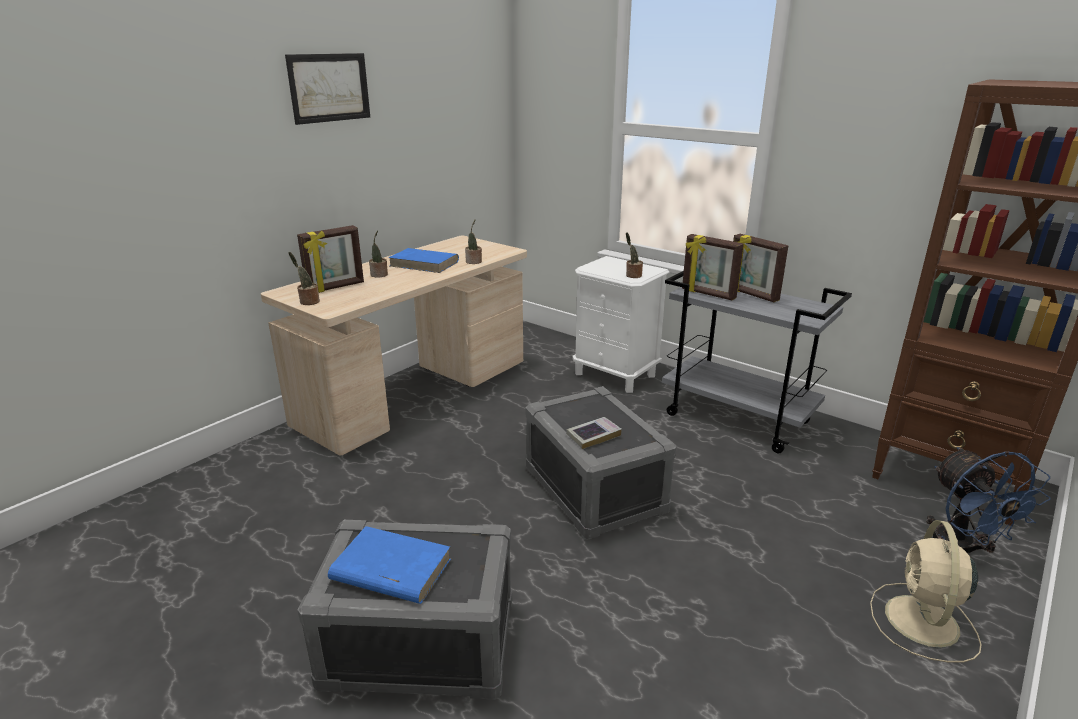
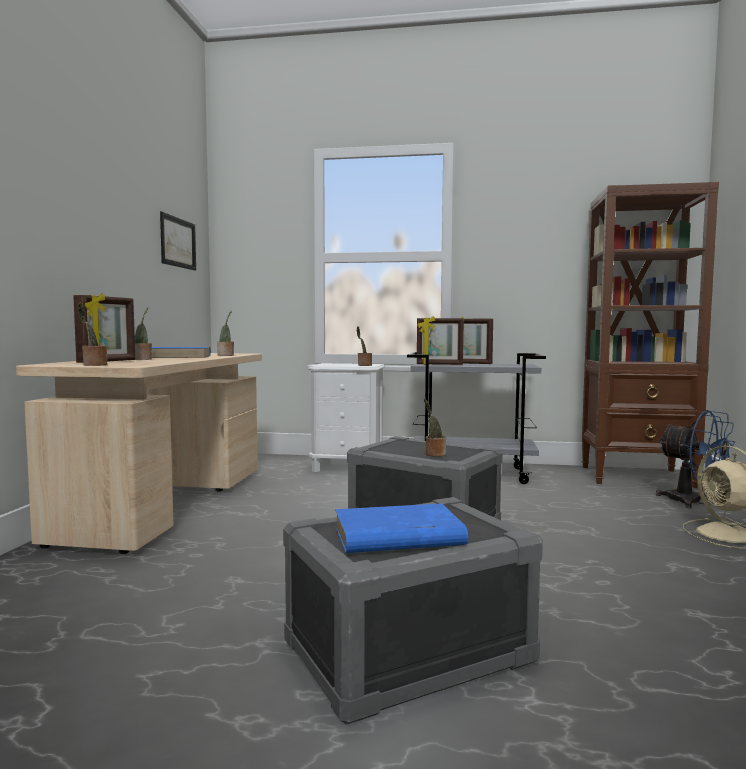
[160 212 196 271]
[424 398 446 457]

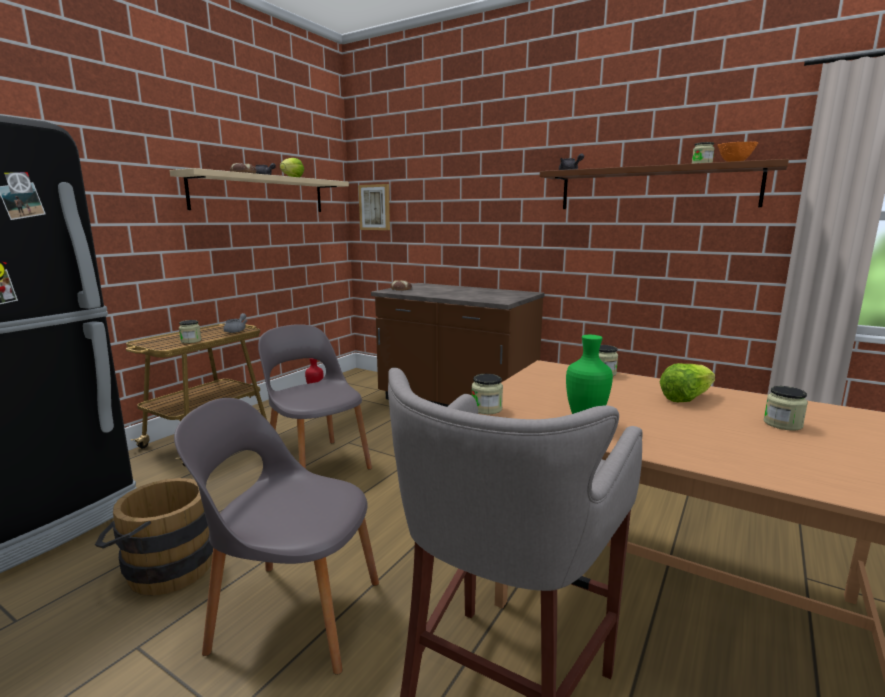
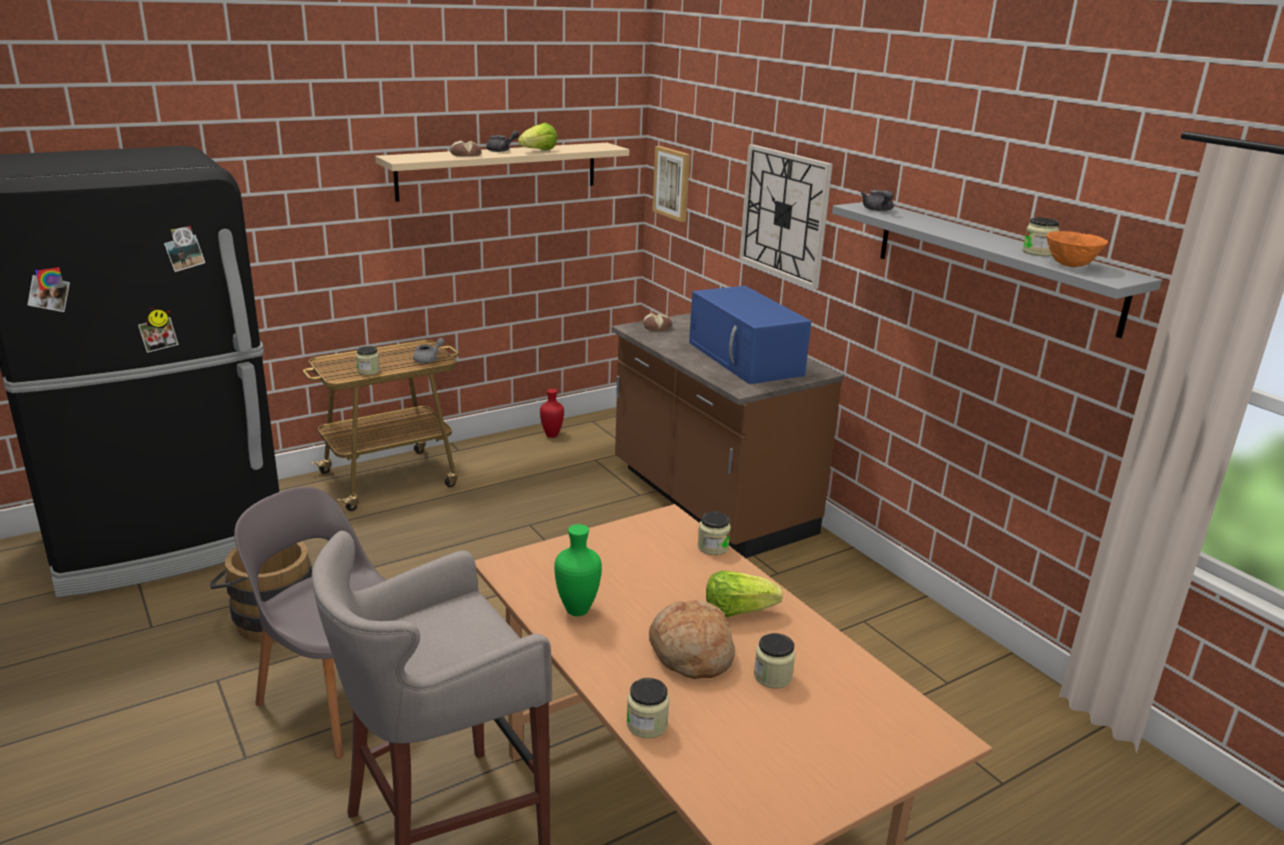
[258 324 372 470] (first image)
[649 600 735 679]
[689 286 811 384]
[739 144 833 289]
[627 678 669 738]
[832 202 1162 338]

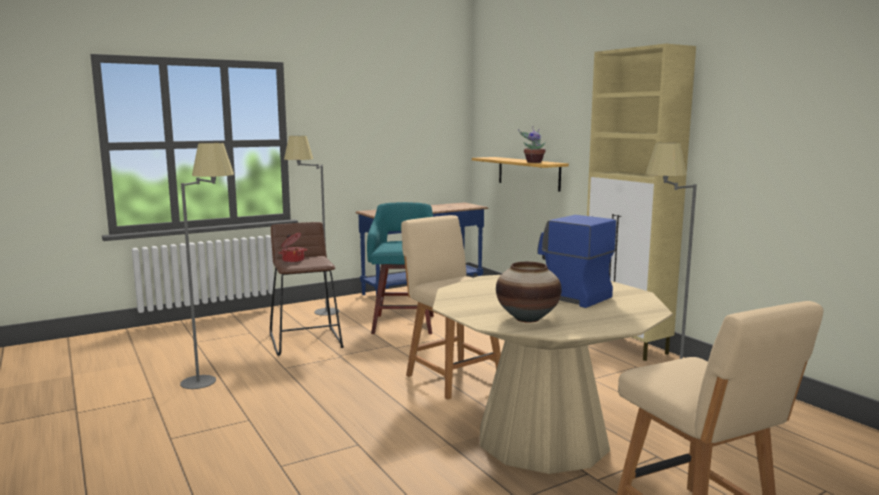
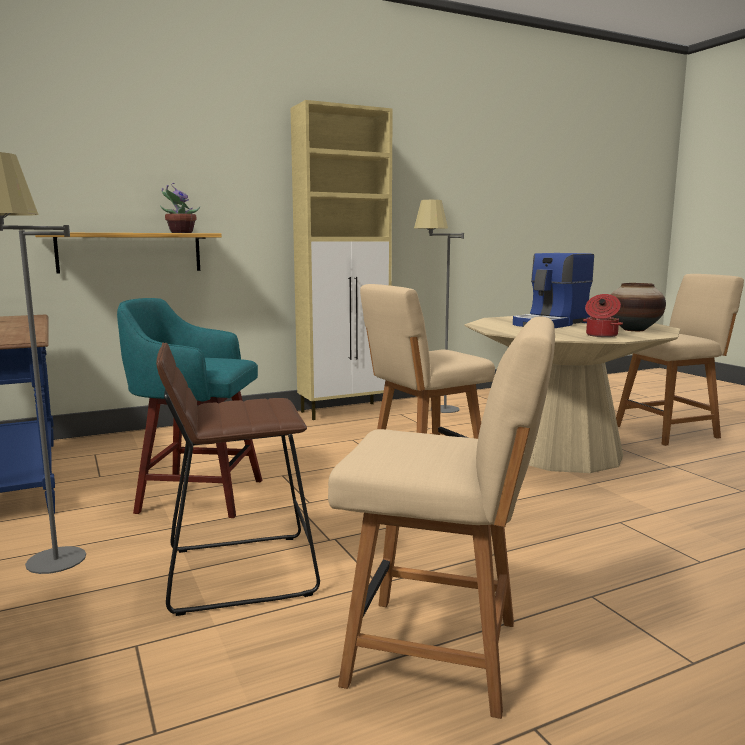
[583 294 623 337]
[328 316 555 719]

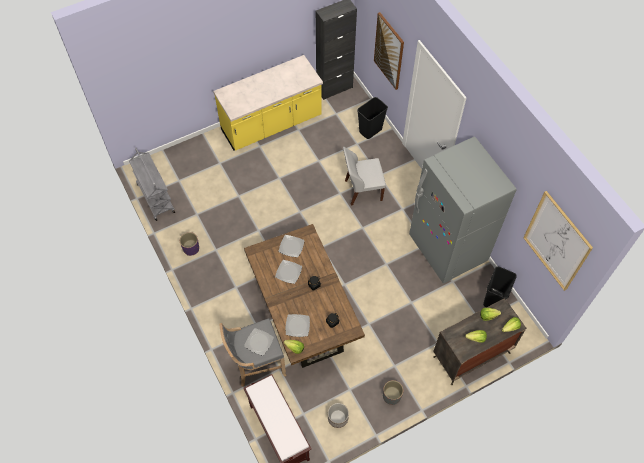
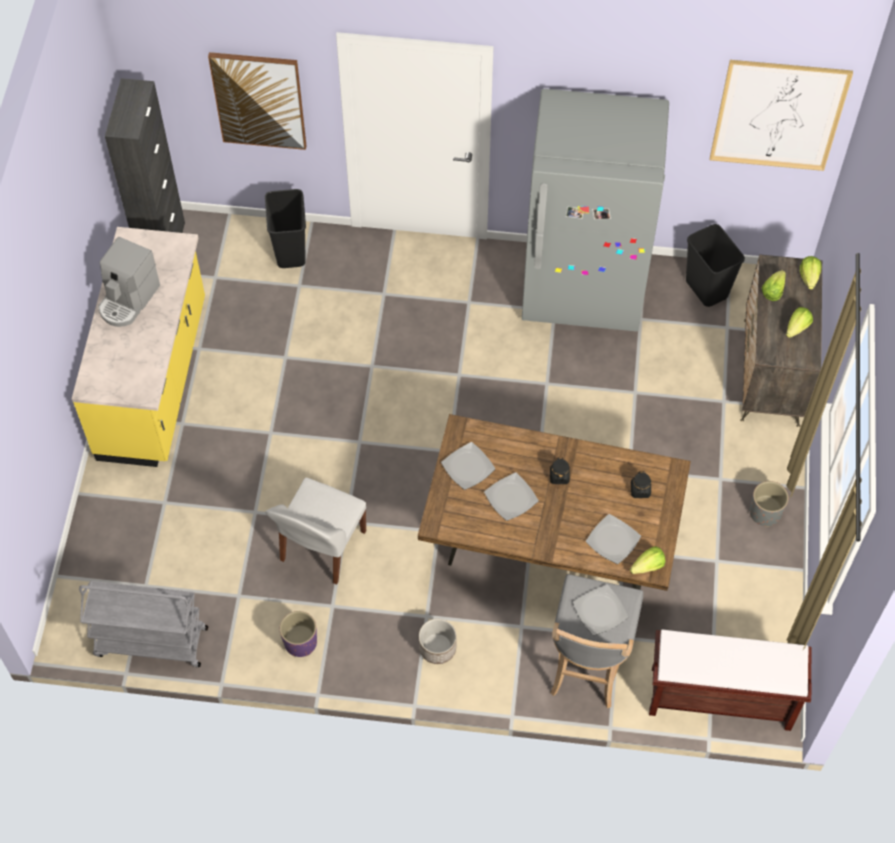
[98 236 160 327]
[419 619 457 664]
[265 477 366 585]

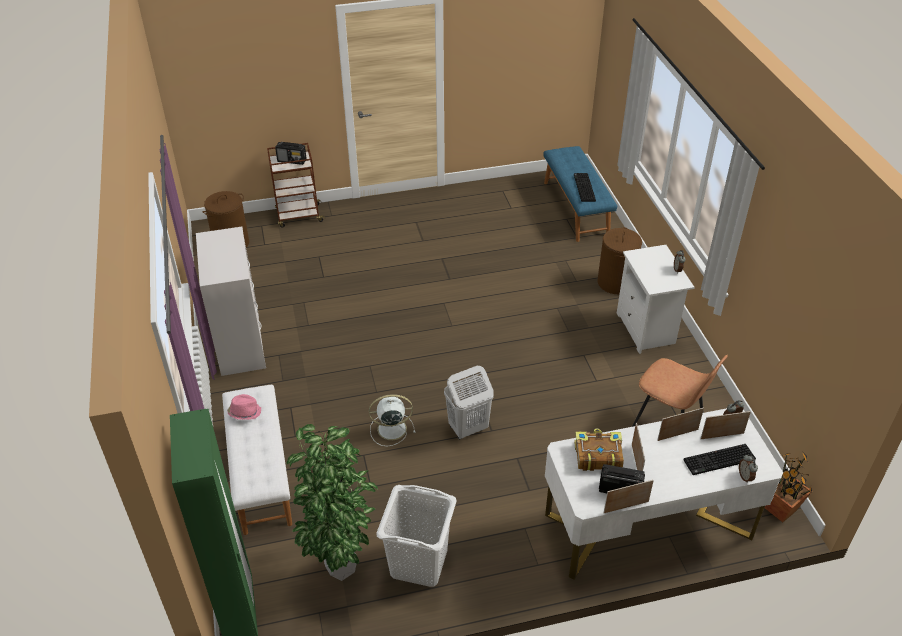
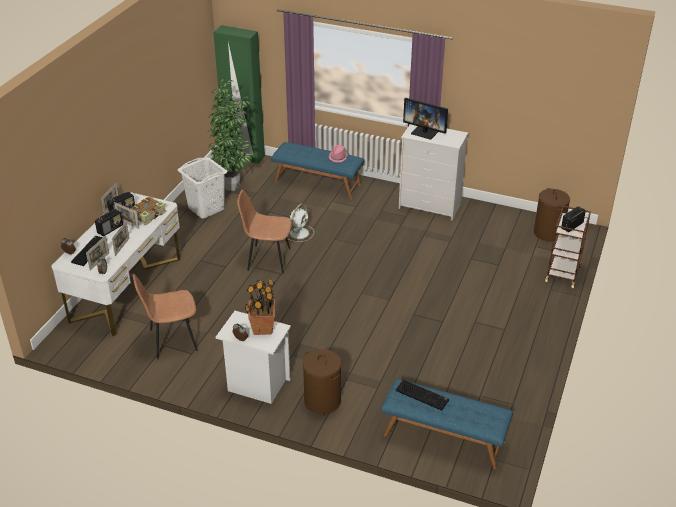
[95 209 123 236]
[403 98 448 140]
[245 278 275 335]
[237 190 292 274]
[271 142 364 200]

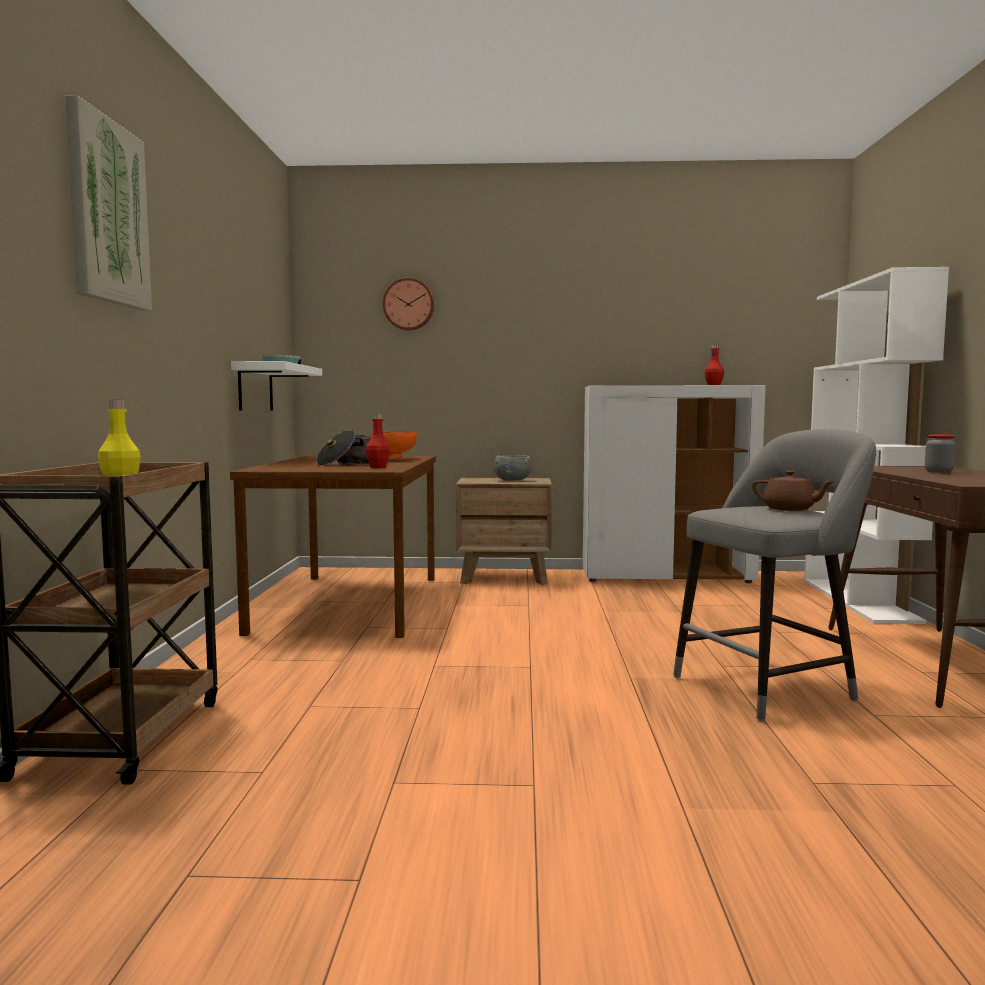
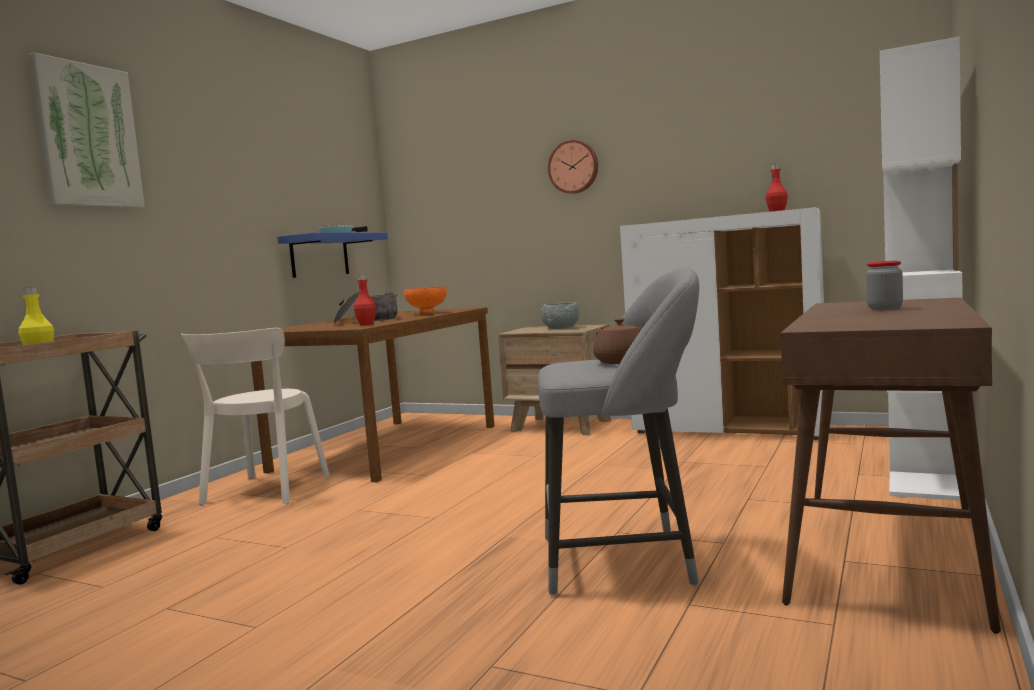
[181 328 330 505]
[548 140 598 194]
[277 232 388 278]

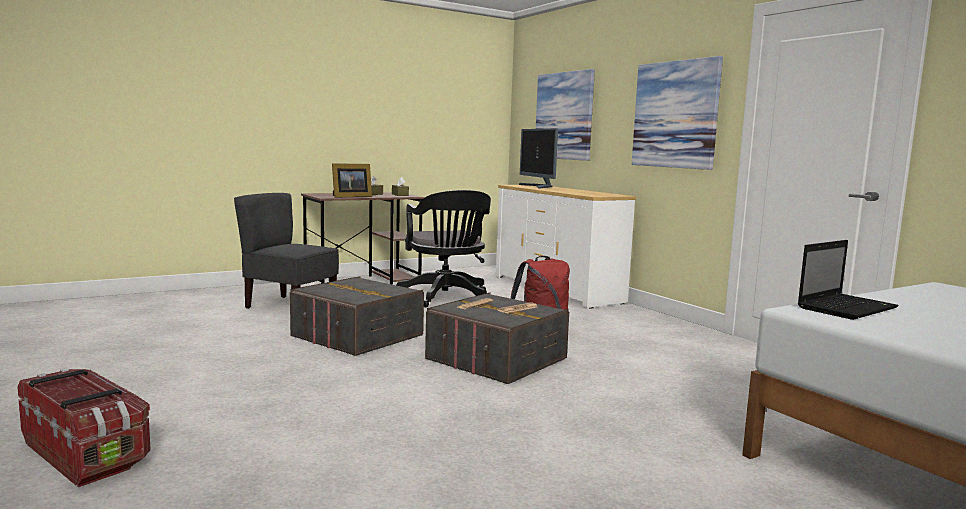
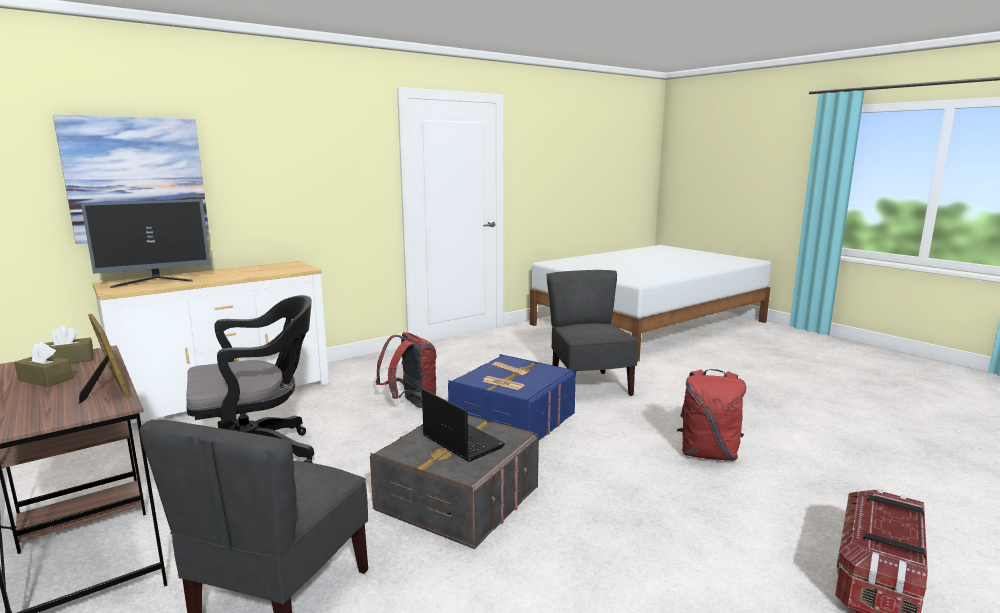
[632 56 723 170] (first image)
[547 270 639 396]
[677 369 746 461]
[422 389 505 462]
[448 354 576 440]

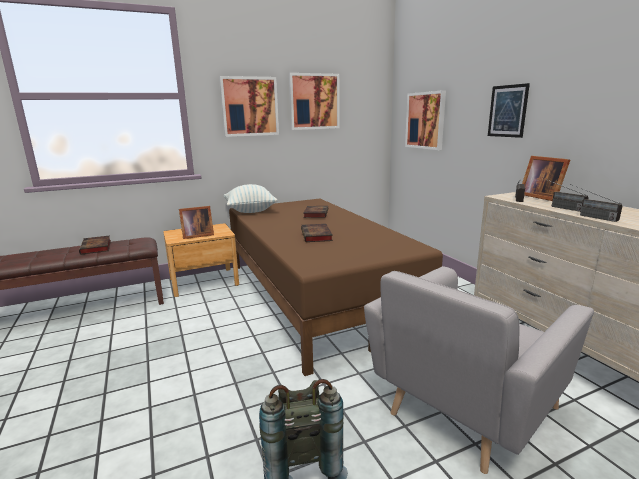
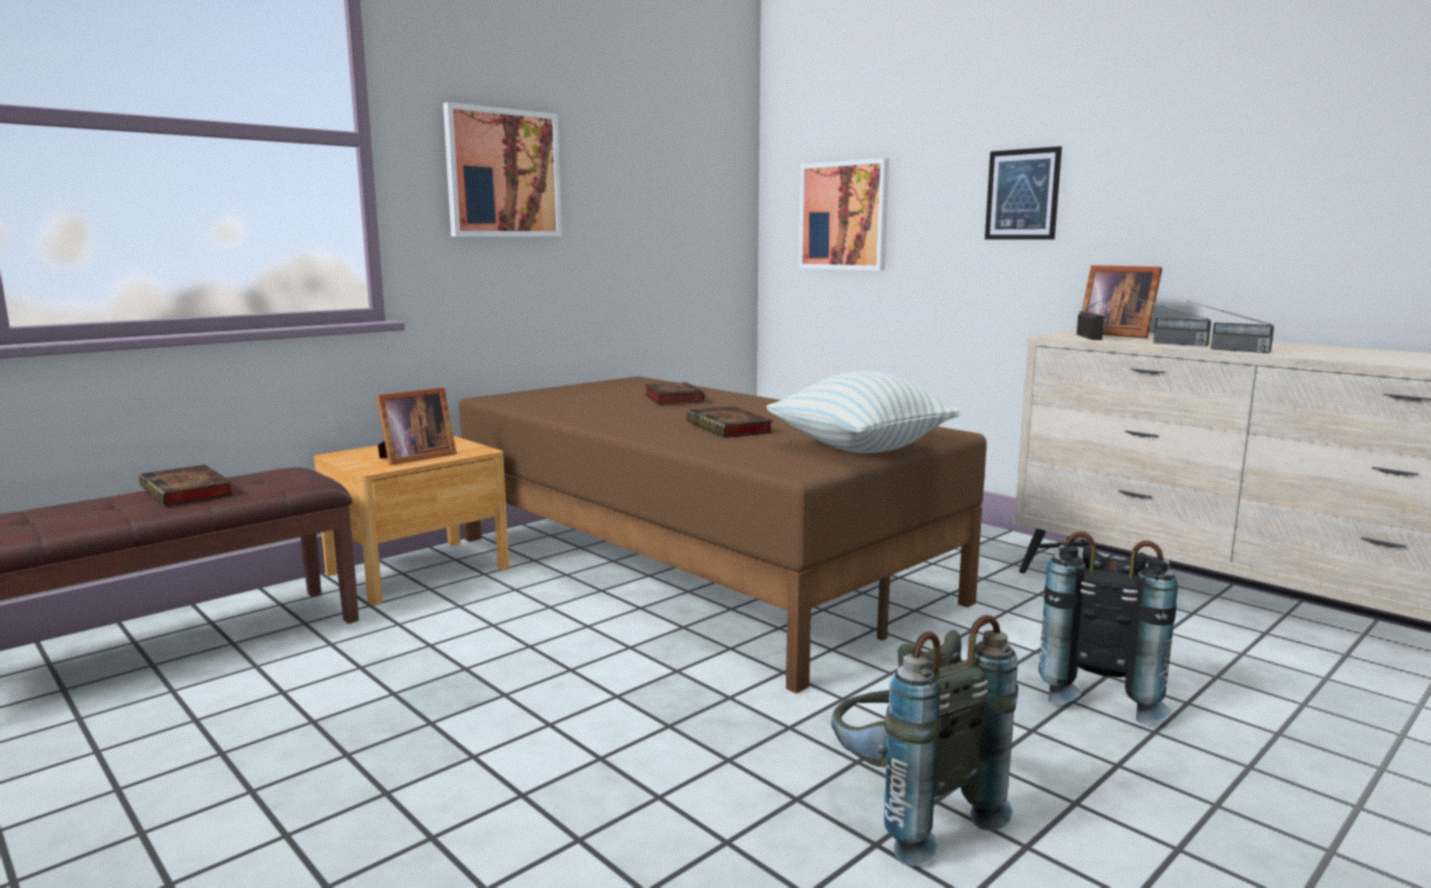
[289 73 340 130] (first image)
[767 371 960 453]
[1039 532 1178 723]

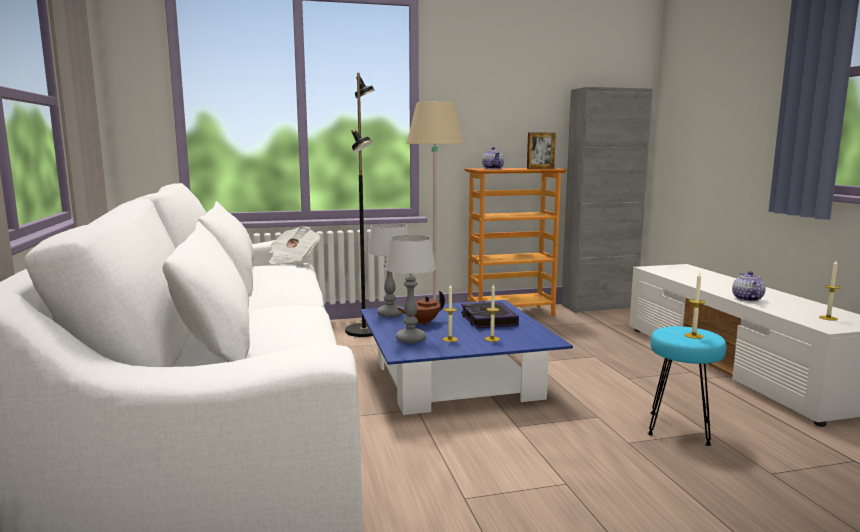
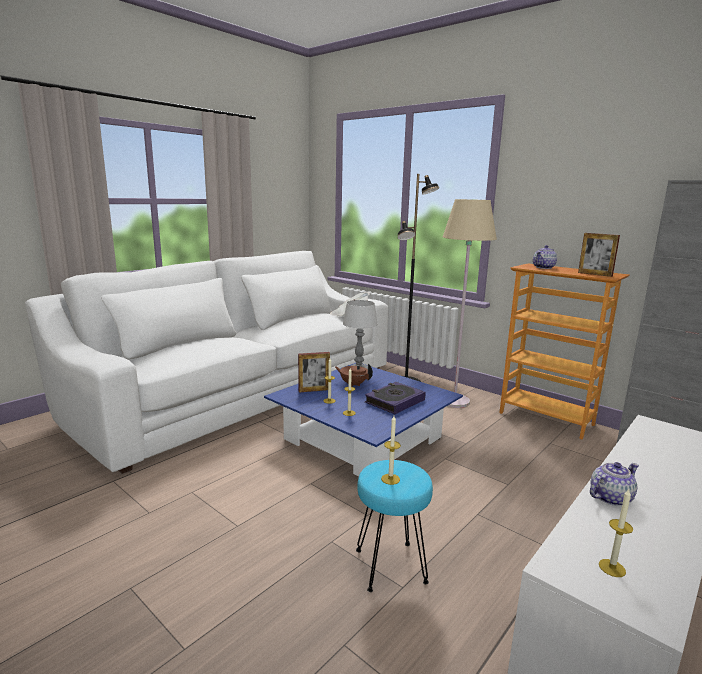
[298 352 330 392]

